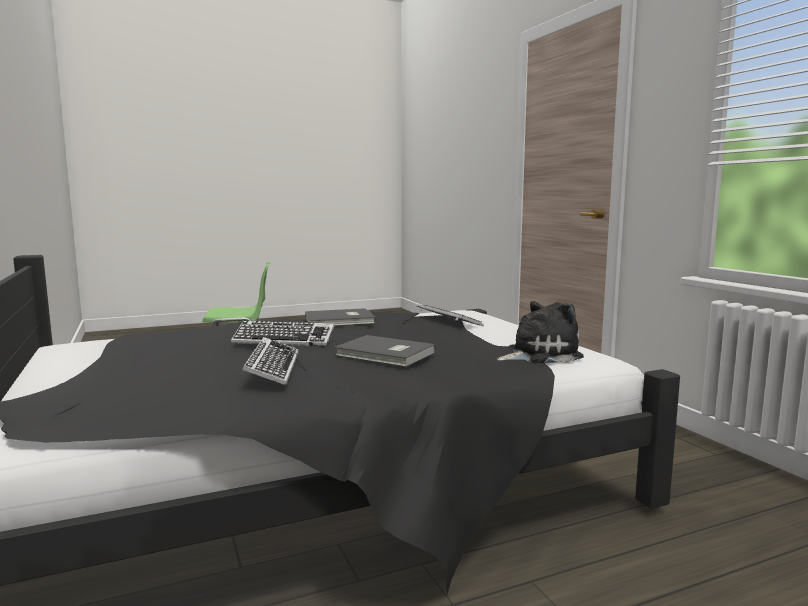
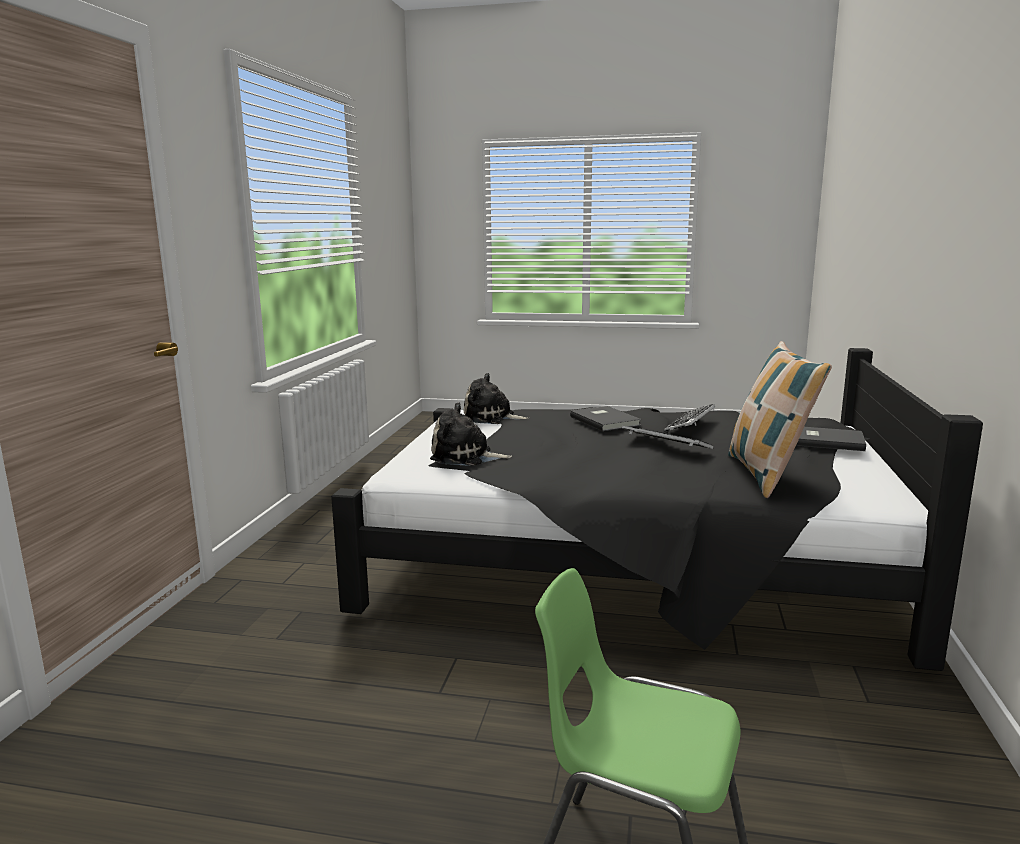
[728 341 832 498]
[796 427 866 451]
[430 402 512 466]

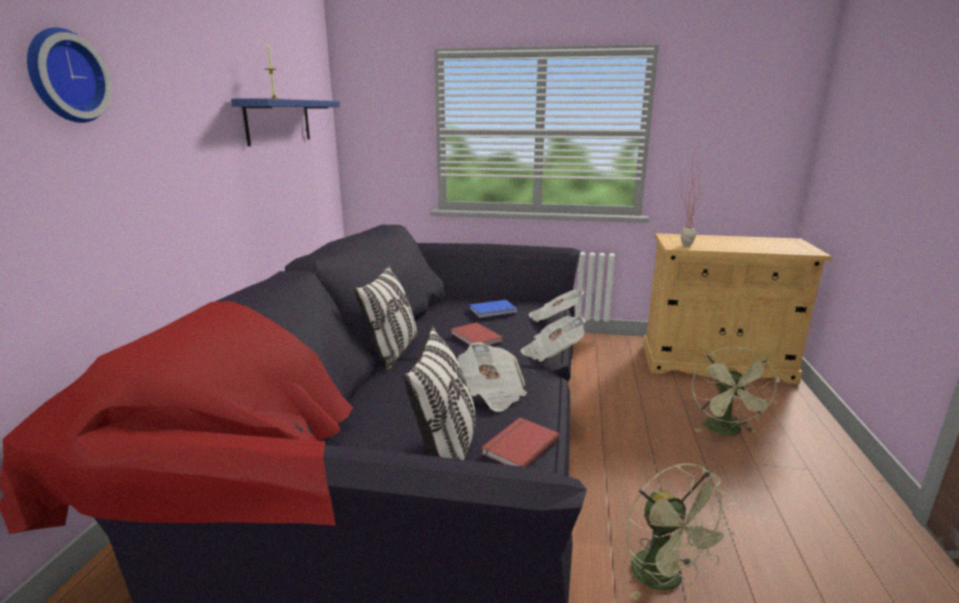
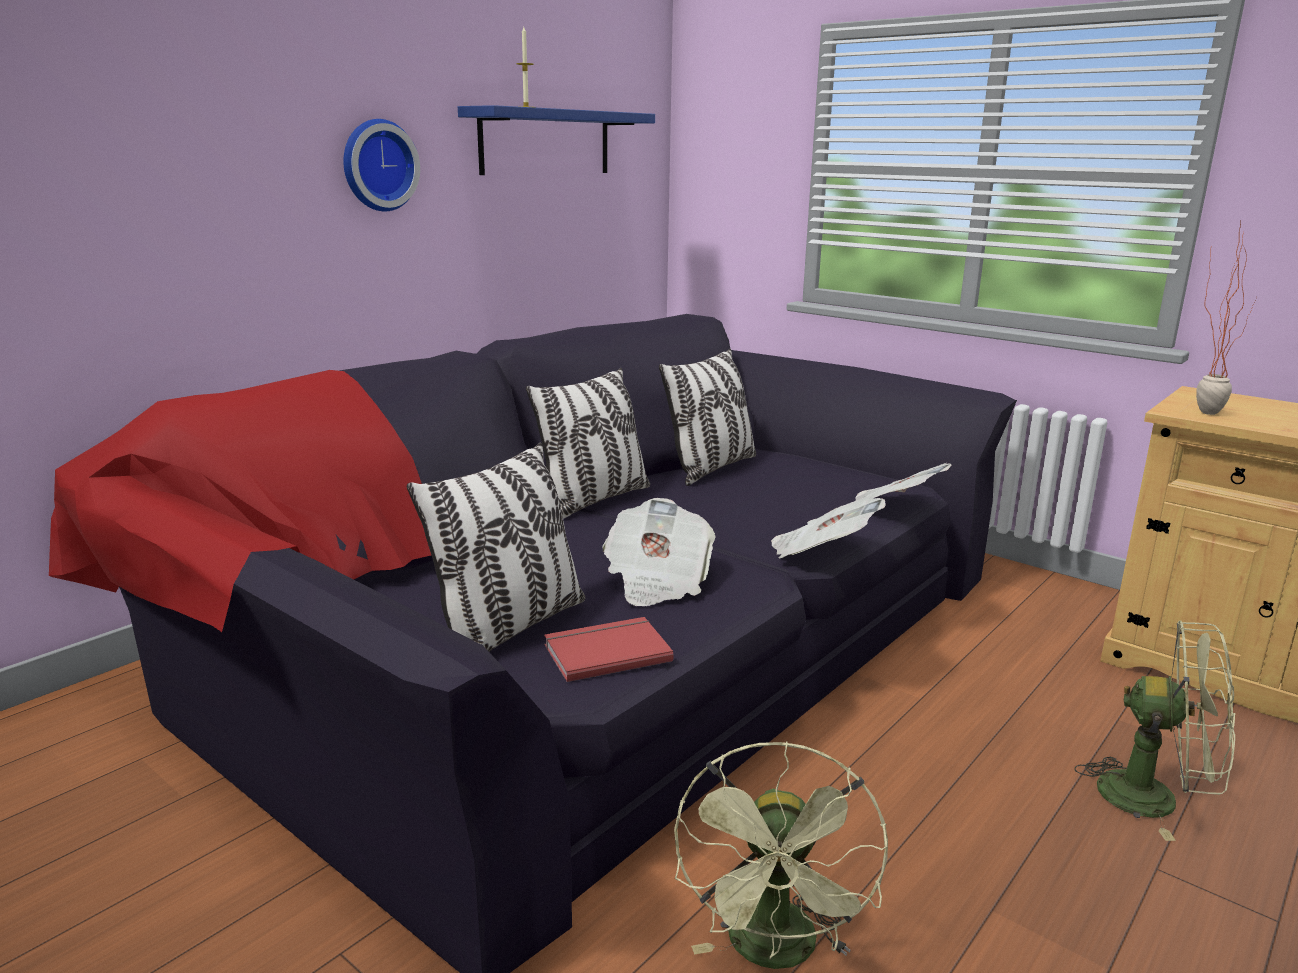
[451 322 503 345] (first image)
[469 300 518 318] (first image)
[659 349 756 486]
[343 119 420 211]
[1074 620 1235 841]

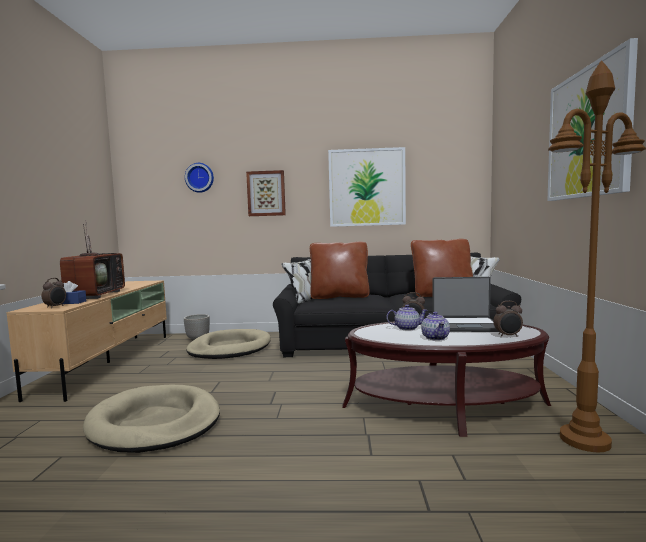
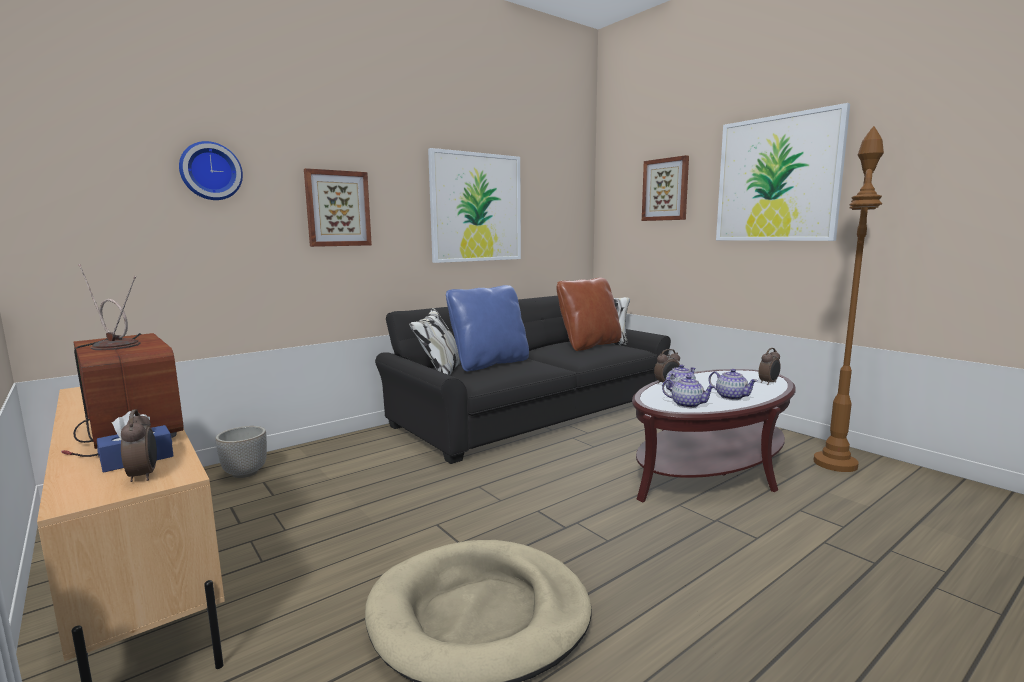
[186 329 271 359] (first image)
[432 277 499 332] (first image)
[642 155 689 221]
[662 375 716 408]
[446 285 529 371]

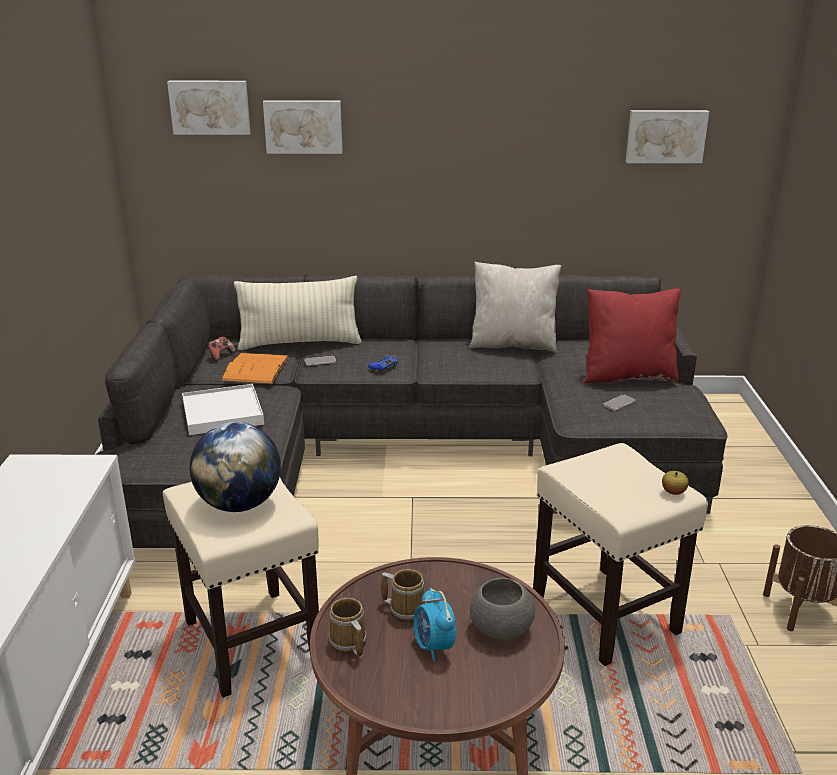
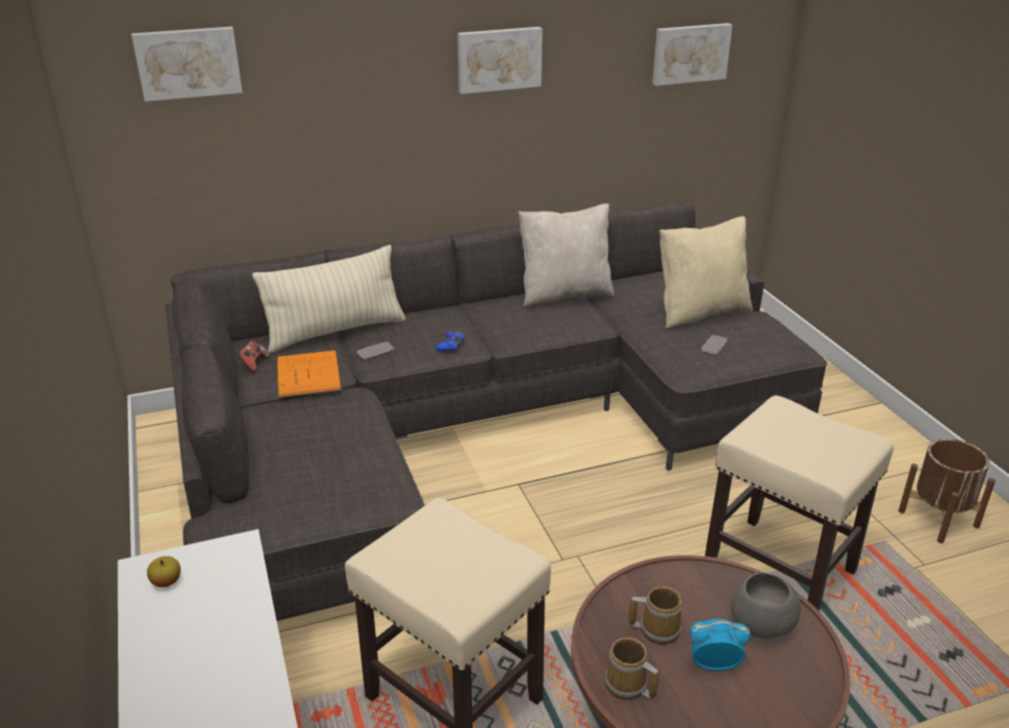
[182 384 264 435] (first image)
[190 422 281 512] (first image)
[457 27 542 94]
[147 556 181 587]
[660 216 753 328]
[690 619 750 671]

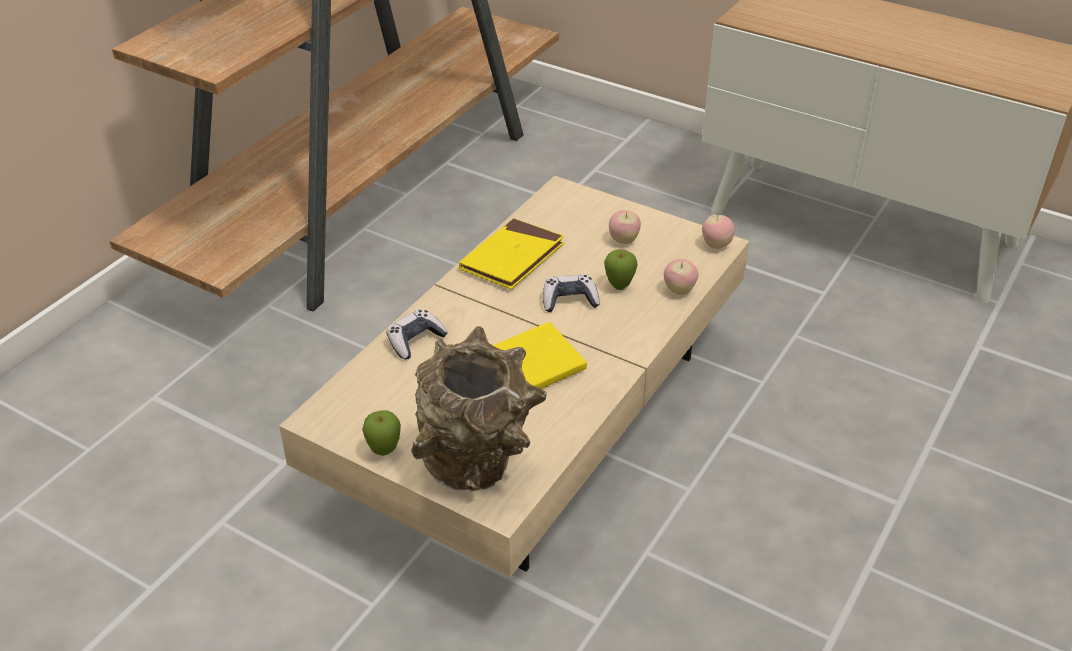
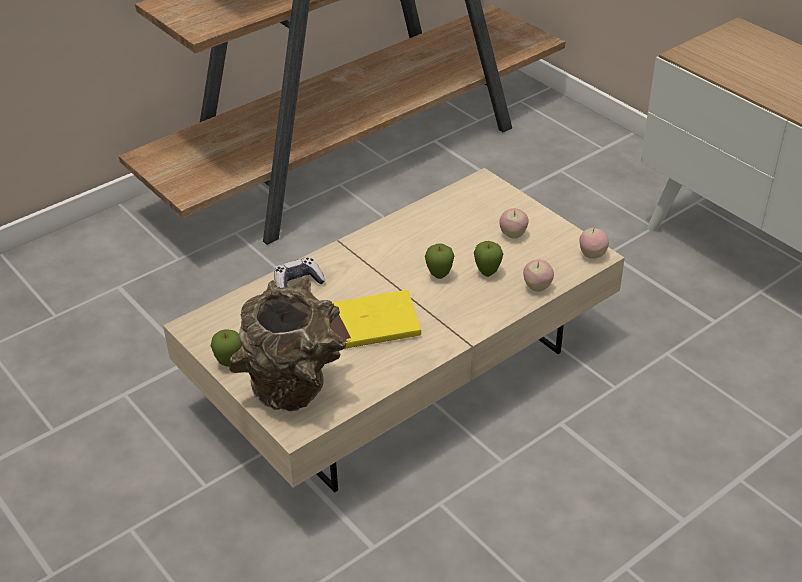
[459 218 564 289] (first image)
[425 243 454 279]

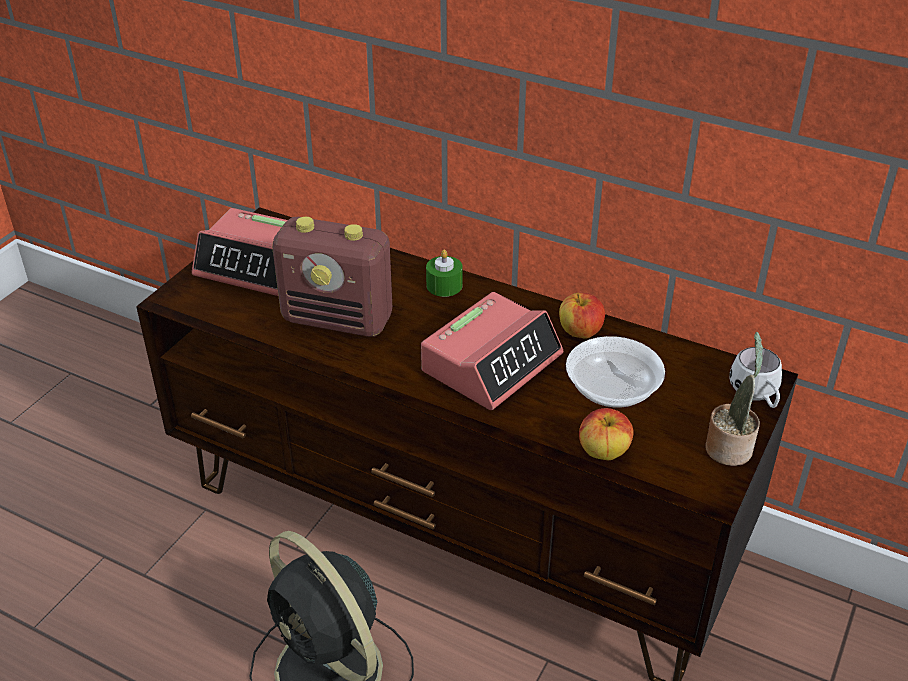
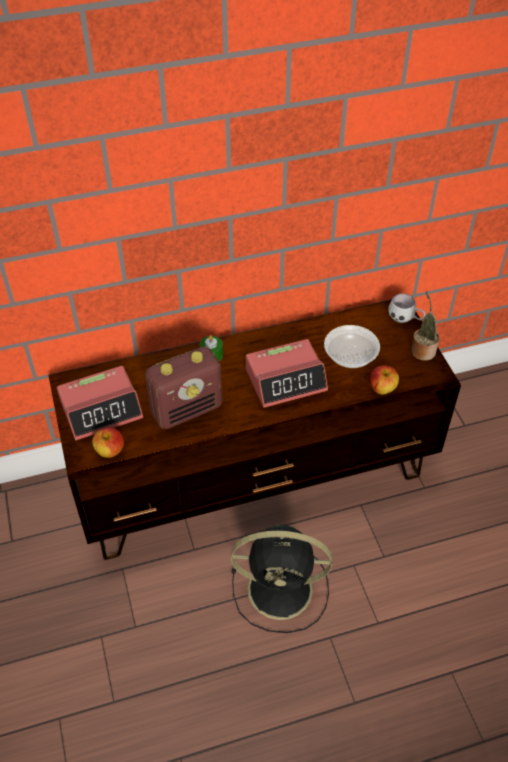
[92 427 124 458]
[246 339 328 408]

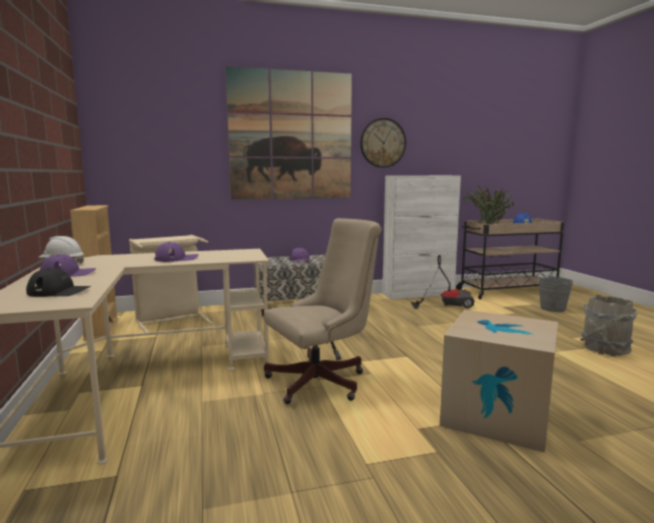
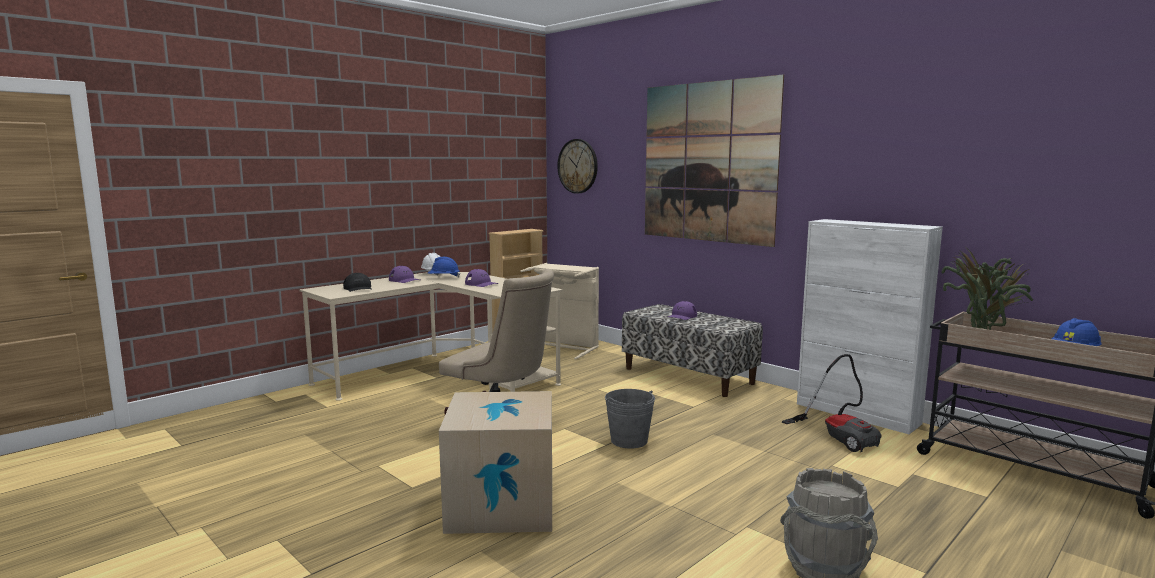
[428 257 460 278]
[557 139 598 194]
[605 389 655 449]

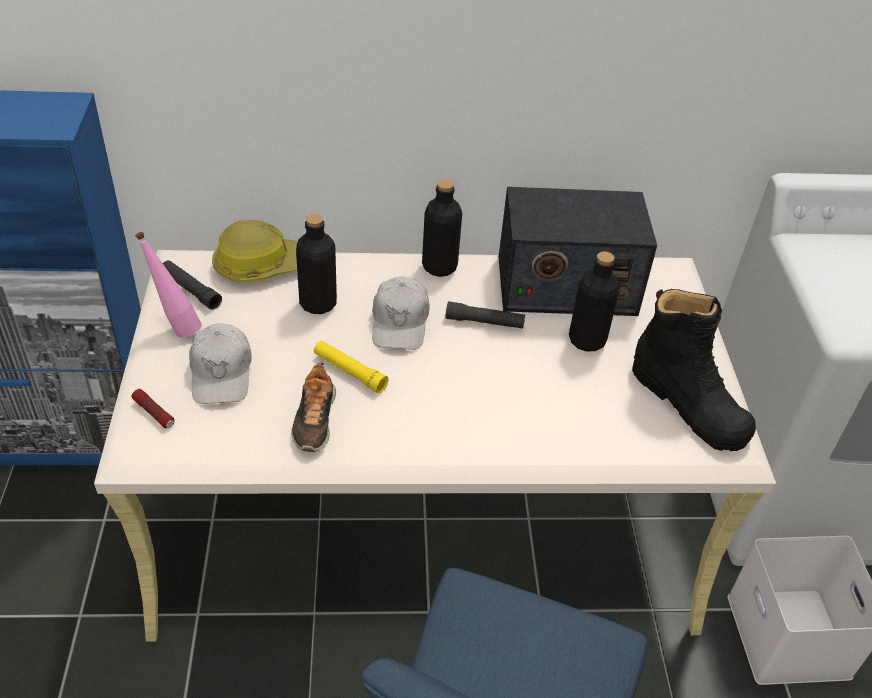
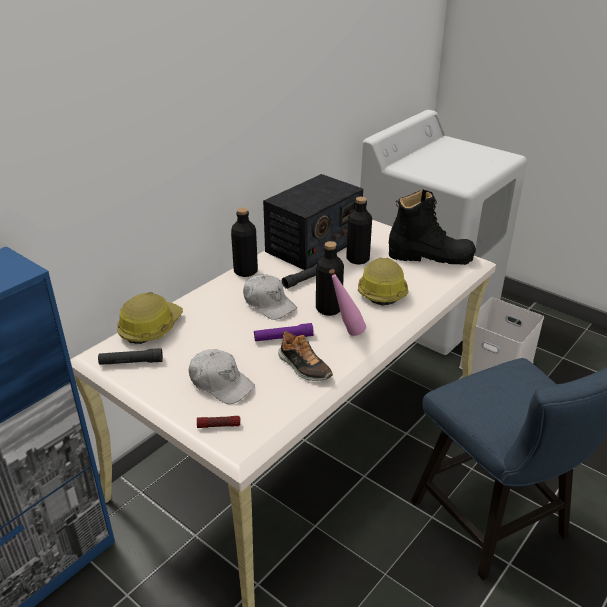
[358 257 408 306]
[329 269 366 336]
[316 241 344 316]
[254 323 314 341]

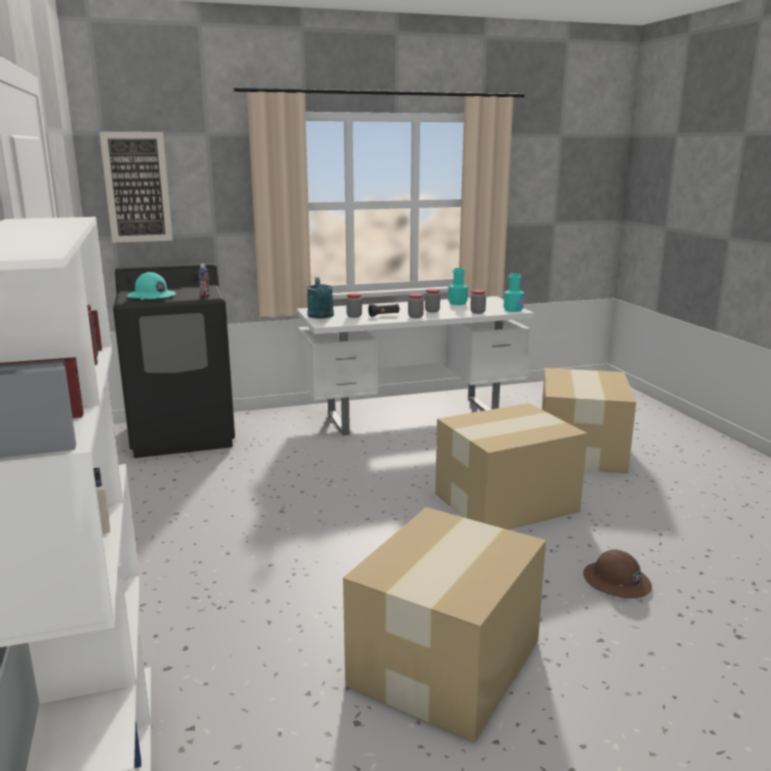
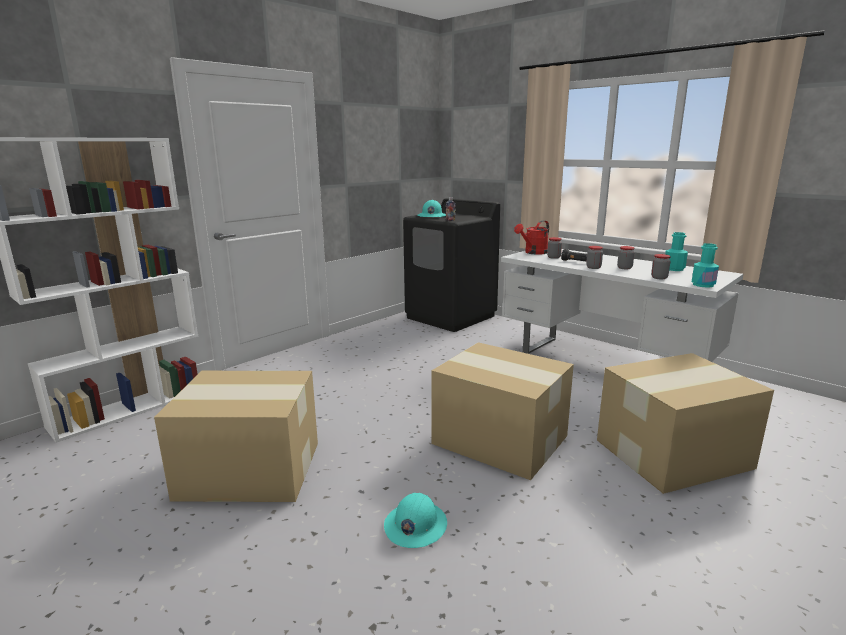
[99 132 173 243] (first image)
[514 221 549 255]
[384 493 447 548]

